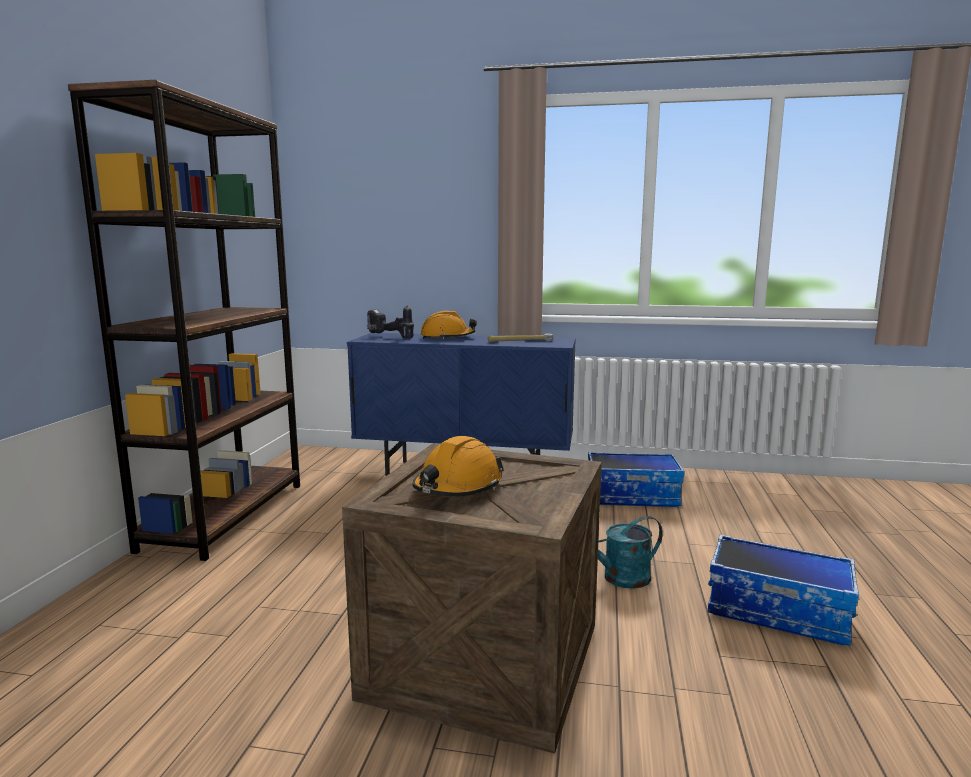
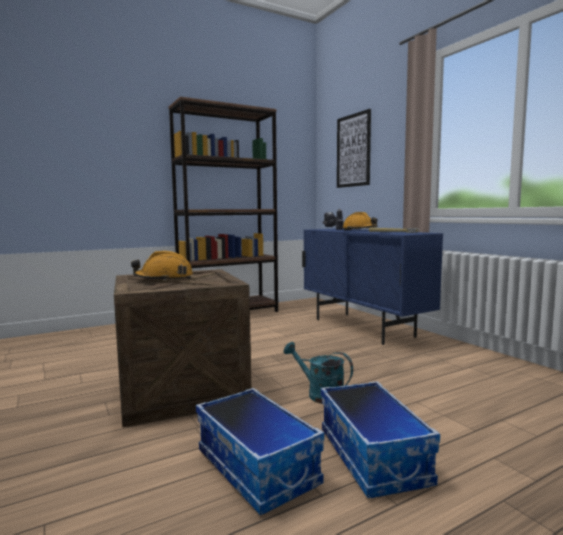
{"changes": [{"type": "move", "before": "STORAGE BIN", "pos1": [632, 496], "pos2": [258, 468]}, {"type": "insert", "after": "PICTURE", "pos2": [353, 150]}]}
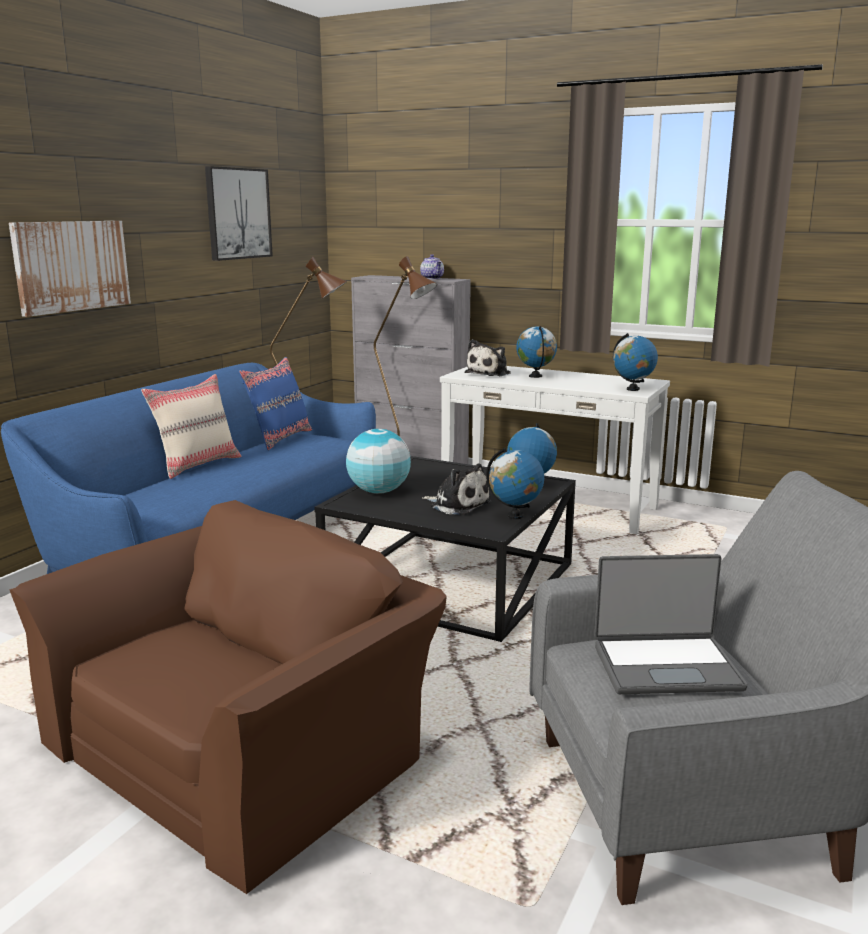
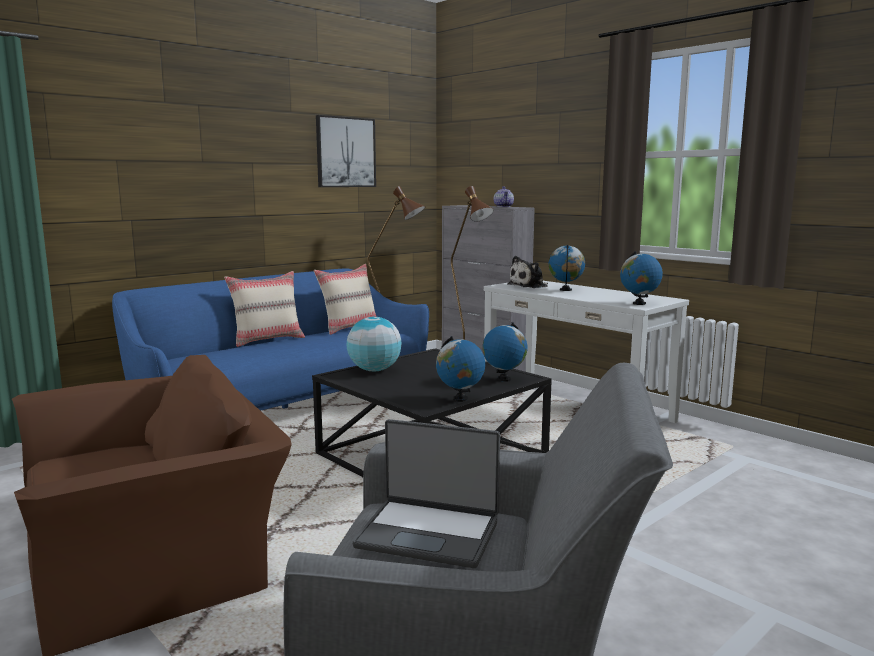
{"changes": [{"type": "recolor", "before": "BLUE-COLOURED CUSHION", "after": "BEIGE-COLOURED CUSHION", "pos1": [280, 438], "pos2": [349, 328]}, {"type": "delete", "before": "PICTURE", "pos1": [71, 266]}, {"type": "delete", "before": "PLUSH TOY", "pos1": [457, 504]}]}
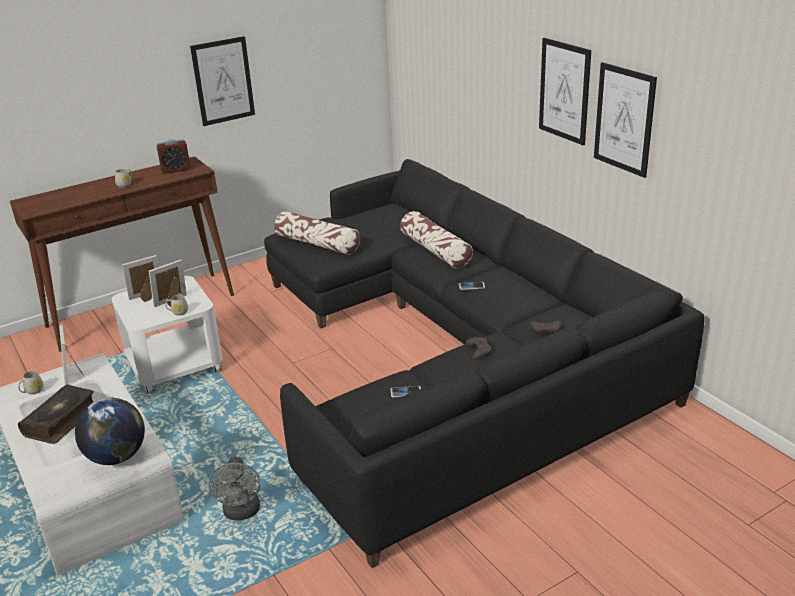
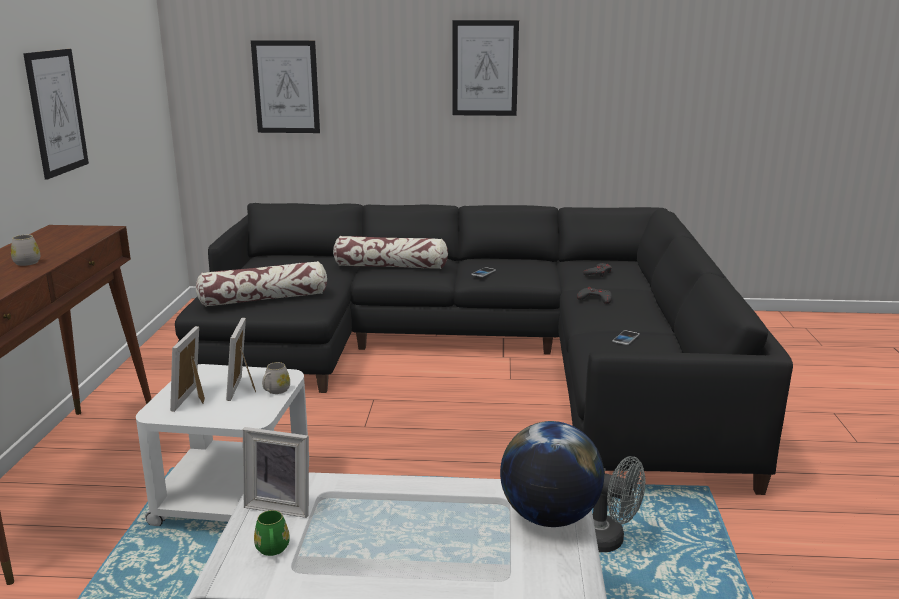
{"changes": [{"type": "move", "before": "PICTURE", "pos1": [624, 119], "pos2": [286, 87]}, {"type": "recolor", "before": "WHITISH COFFEE MUG", "after": "GREEN-COLOURED COFFEE MUG", "pos1": [32, 391], "pos2": [272, 550]}, {"type": "delete", "before": "VOLUME", "pos1": [62, 421]}, {"type": "delete", "before": "ALARM CLOCK", "pos1": [176, 169]}]}
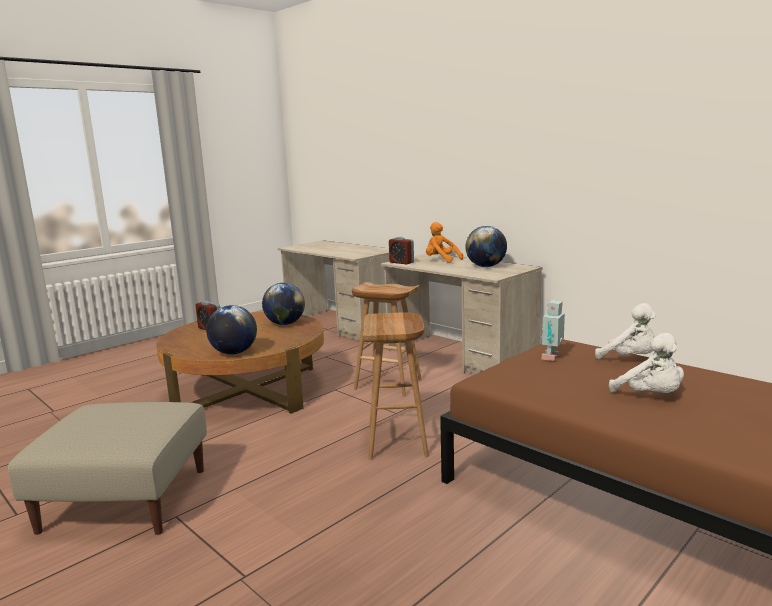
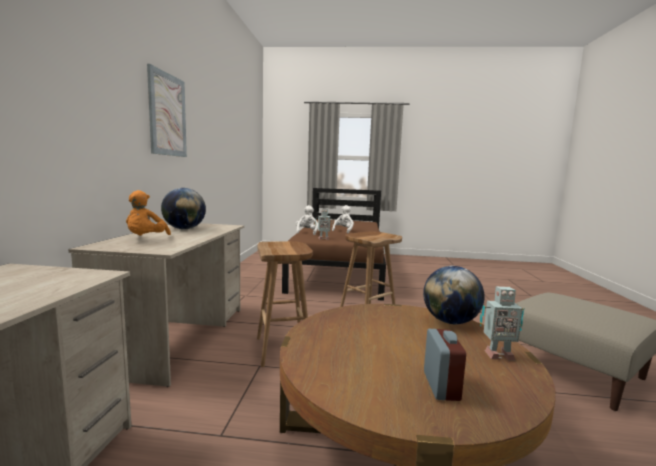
{"changes": [{"type": "insert", "after": "PICTURE", "pos2": [167, 115]}, {"type": "insert", "after": "TOY ROBOT", "pos2": [497, 355]}, {"type": "delete", "before": "GLOBE", "pos1": [285, 324]}, {"type": "delete", "before": "ALARM CLOCK", "pos1": [401, 262]}]}
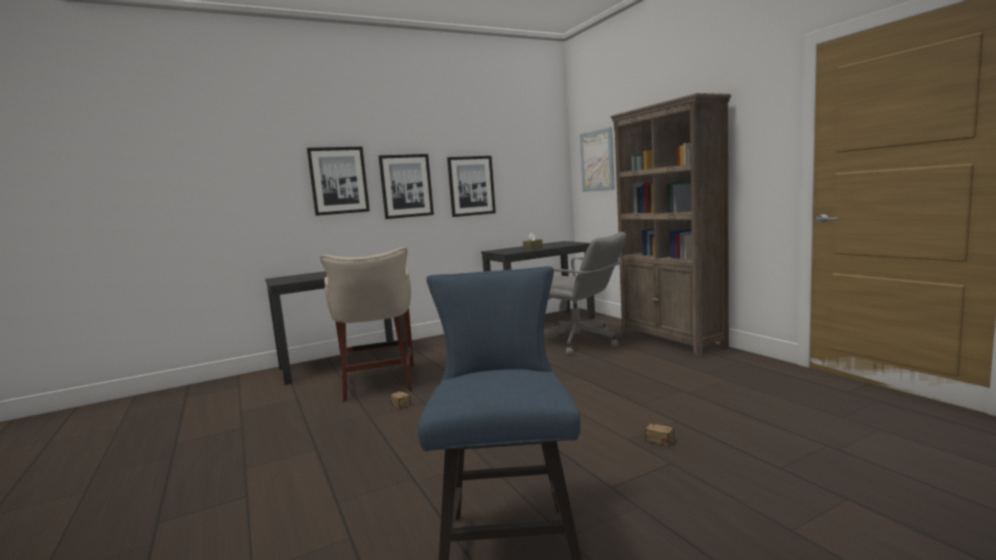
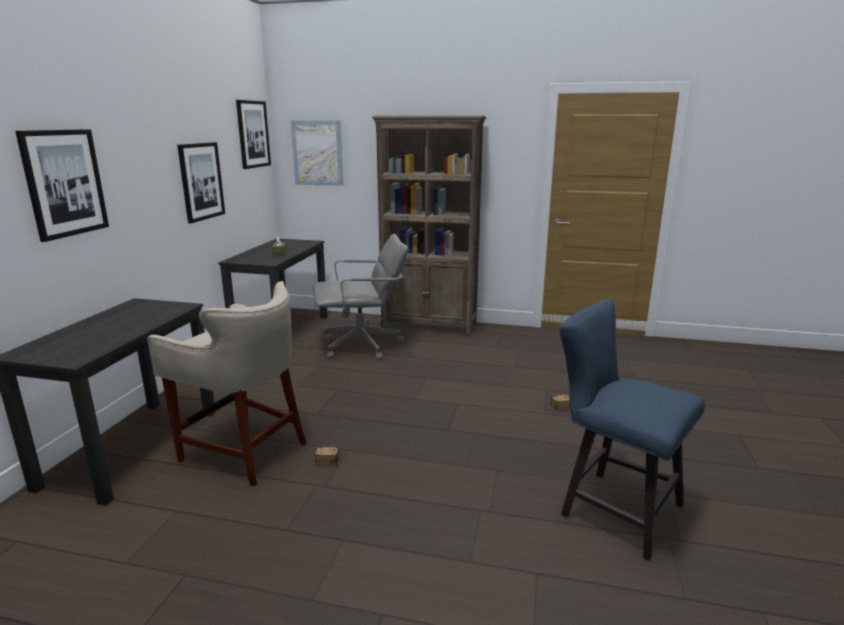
{"changes": [{"type": "move", "before": "PICTURE", "pos1": [406, 186], "pos2": [253, 134]}]}
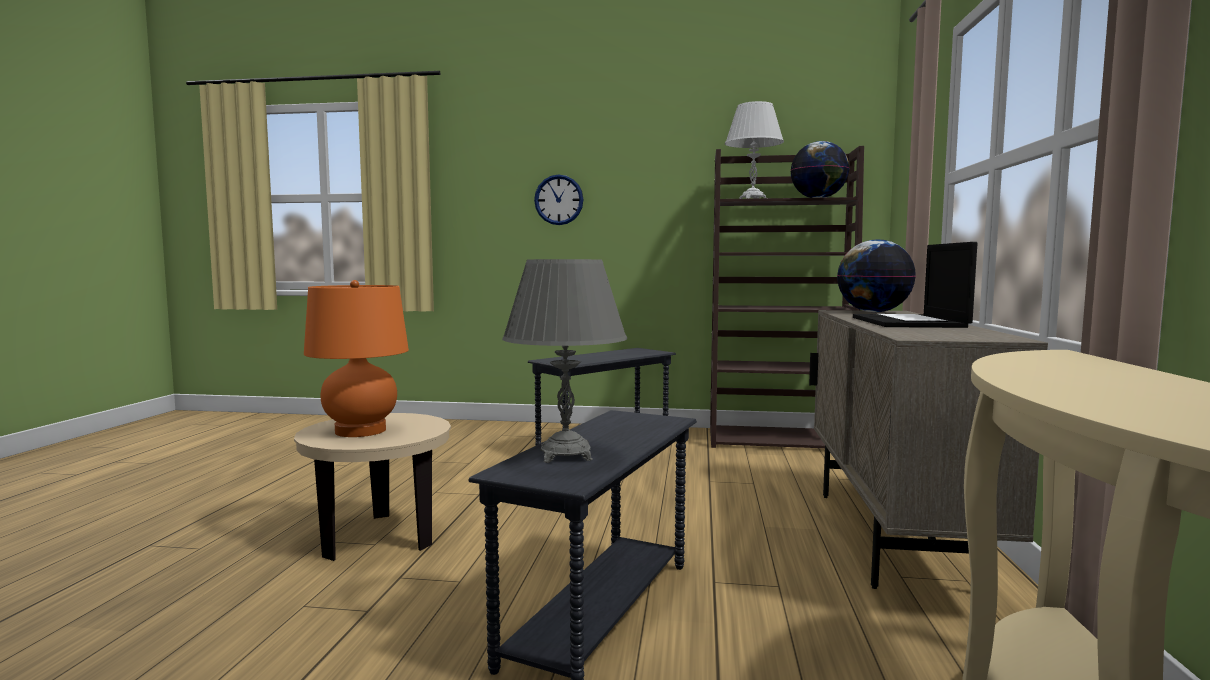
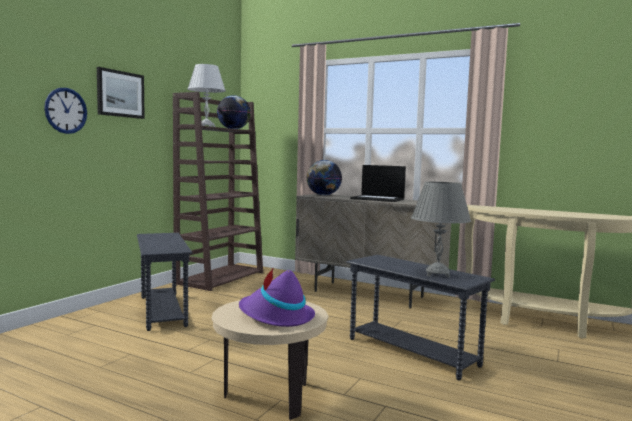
{"changes": [{"type": "insert", "after": "PICTURE", "pos2": [120, 94]}, {"type": "replace", "before": "ORANGEY LAMP FOR A TABLE", "after": "PURPLE-COLOURED CLOTHING HAT", "pos1": [360, 431], "pos2": [275, 316]}]}
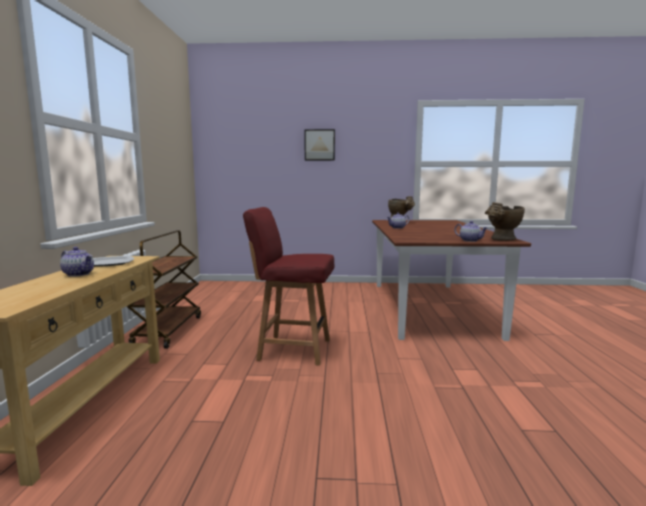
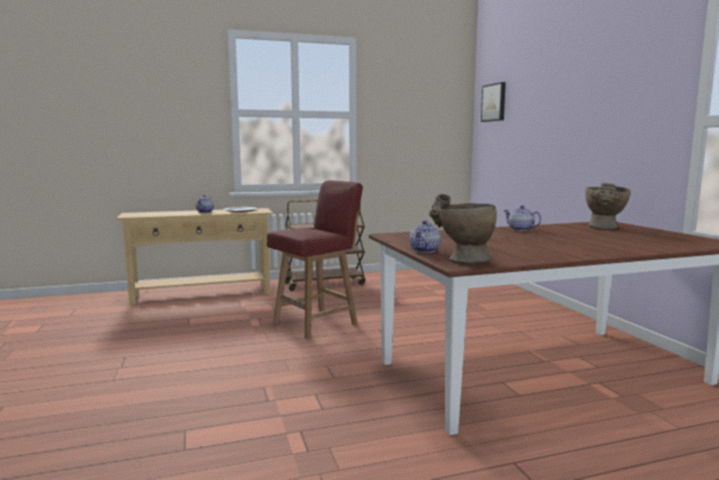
{"changes": [{"type": "rotate", "before": "RED-COLOURED CHAIR", "pos1": [292, 349], "pos2": [317, 323], "turn": 60}, {"type": "move", "before": "PICTURE", "pos1": [319, 145], "pos2": [494, 102]}]}
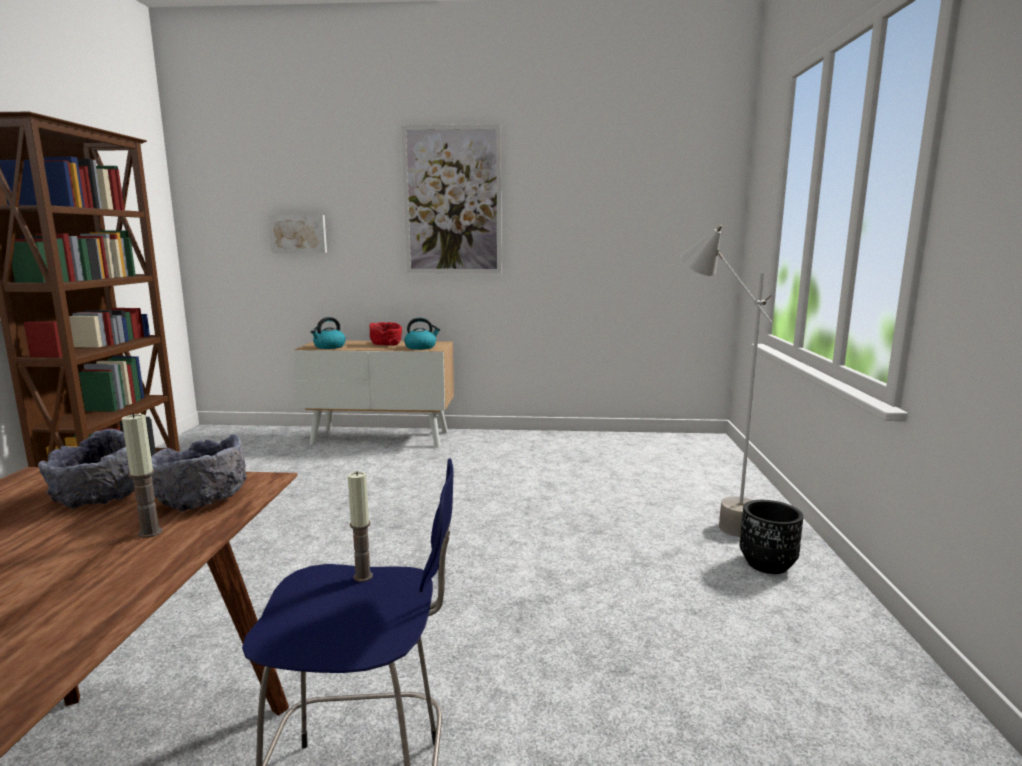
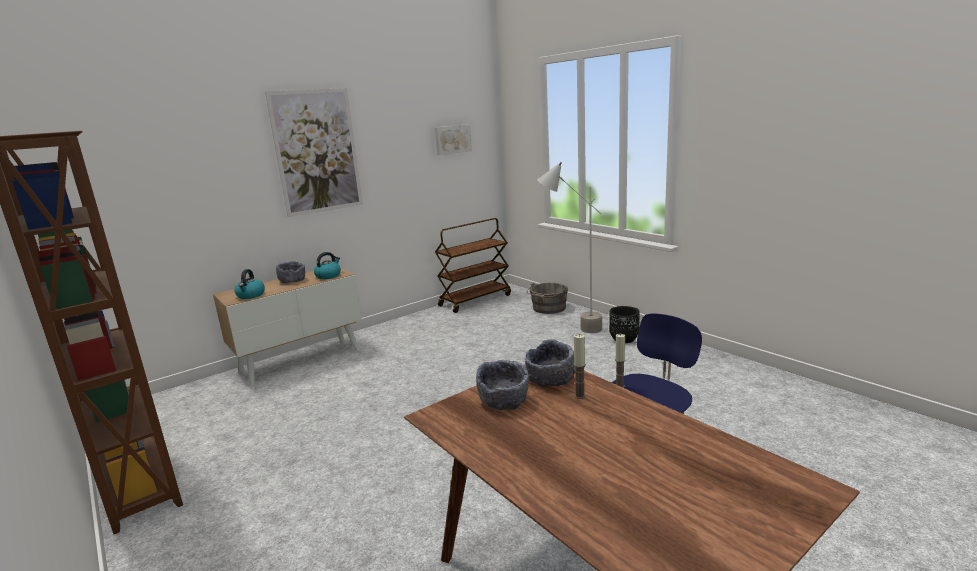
{"changes": [{"type": "recolor", "before": "RED-COLOURED DEEP DISH", "after": "GRAY DEEP DISH", "pos1": [386, 344], "pos2": [292, 281]}, {"type": "move", "before": "PICTURE", "pos1": [299, 233], "pos2": [452, 139]}, {"type": "insert", "after": "BROWN-COLOURED WHEELED CART", "pos2": [475, 300]}, {"type": "insert", "after": "GRAY PAIL", "pos2": [548, 308]}]}
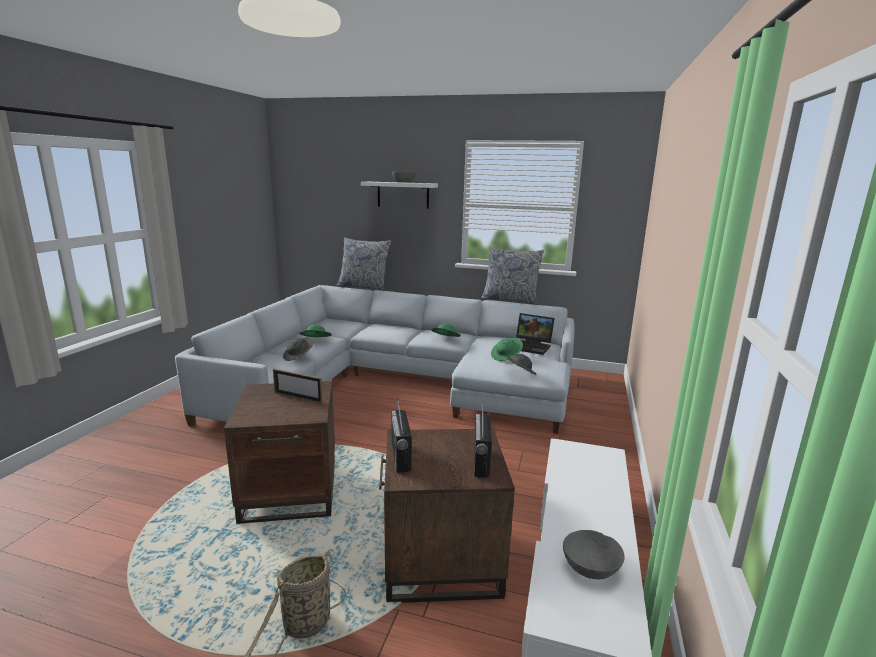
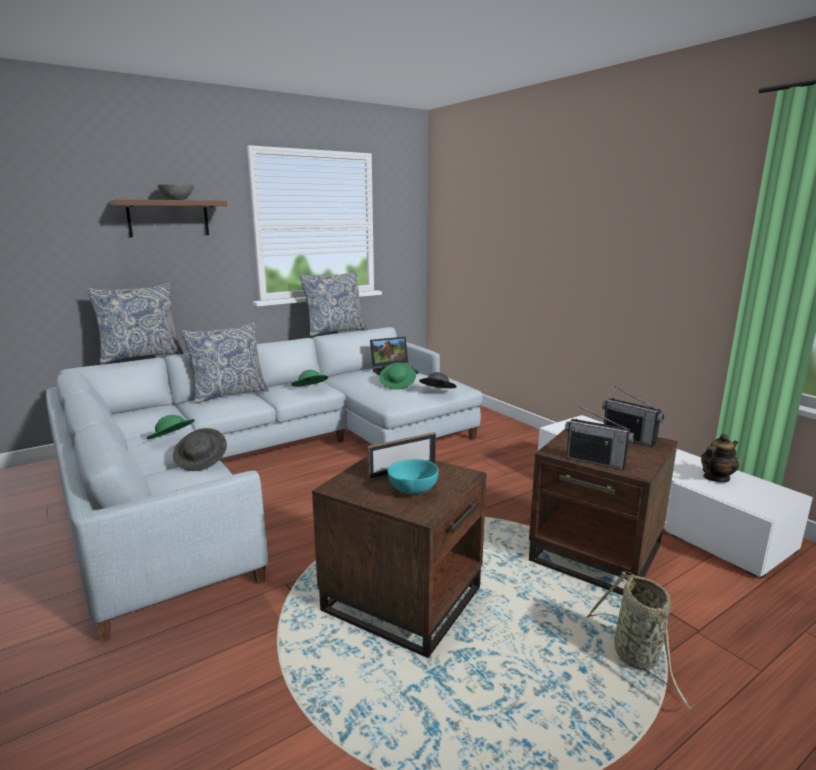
{"changes": [{"type": "recolor", "before": "WHITISH WALL SHELF", "after": "BROWN-COLOURED WALL SHELF", "pos1": [403, 195], "pos2": [168, 218]}, {"type": "insert", "after": "CUSHION", "pos2": [229, 394]}, {"type": "insert", "after": "TURQUOISE-COLOURED DEEP DISH", "pos2": [412, 491]}, {"type": "replace", "before": "GRAY DEEP DISH", "after": "TEA POT", "pos1": [590, 568], "pos2": [715, 478]}]}
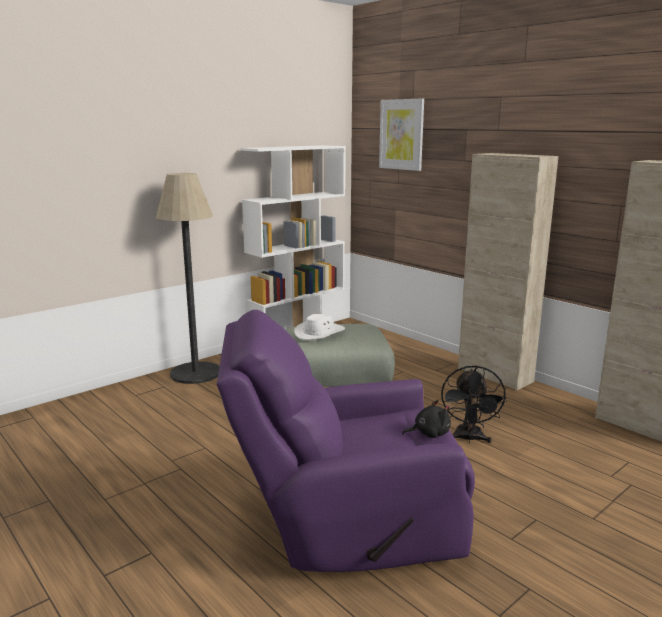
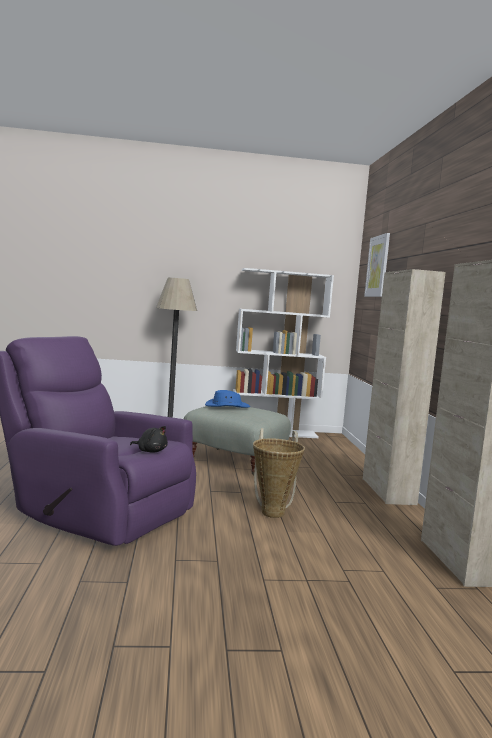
{"changes": [{"type": "recolor", "before": "WHITISH CLOTHING HAT", "after": "BLUE-COLOURED CLOTHING HAT", "pos1": [319, 333], "pos2": [227, 406]}, {"type": "replace", "before": "BLACK FAN", "after": "STORAGE BASKET", "pos1": [469, 439], "pos2": [273, 511]}]}
